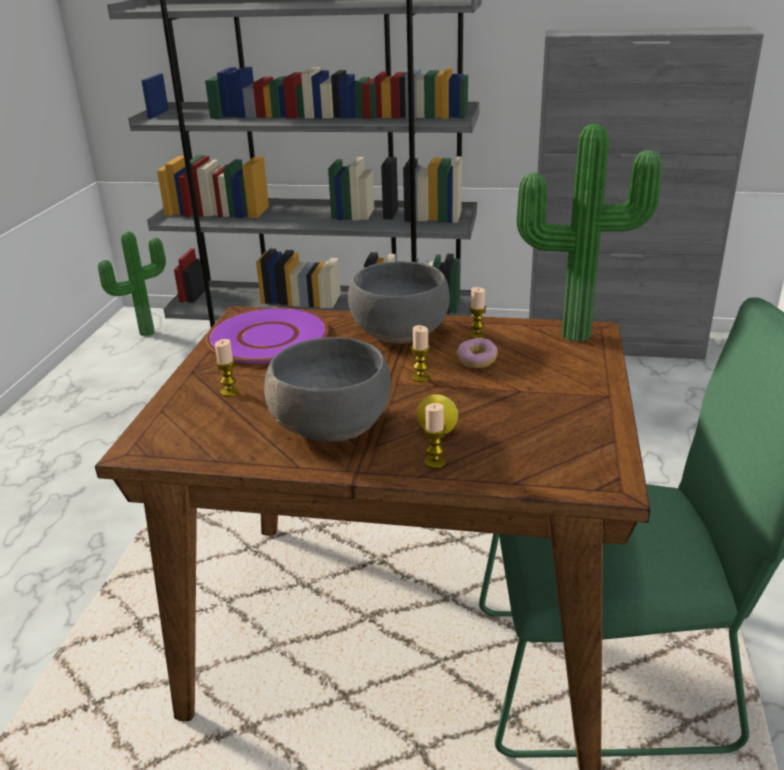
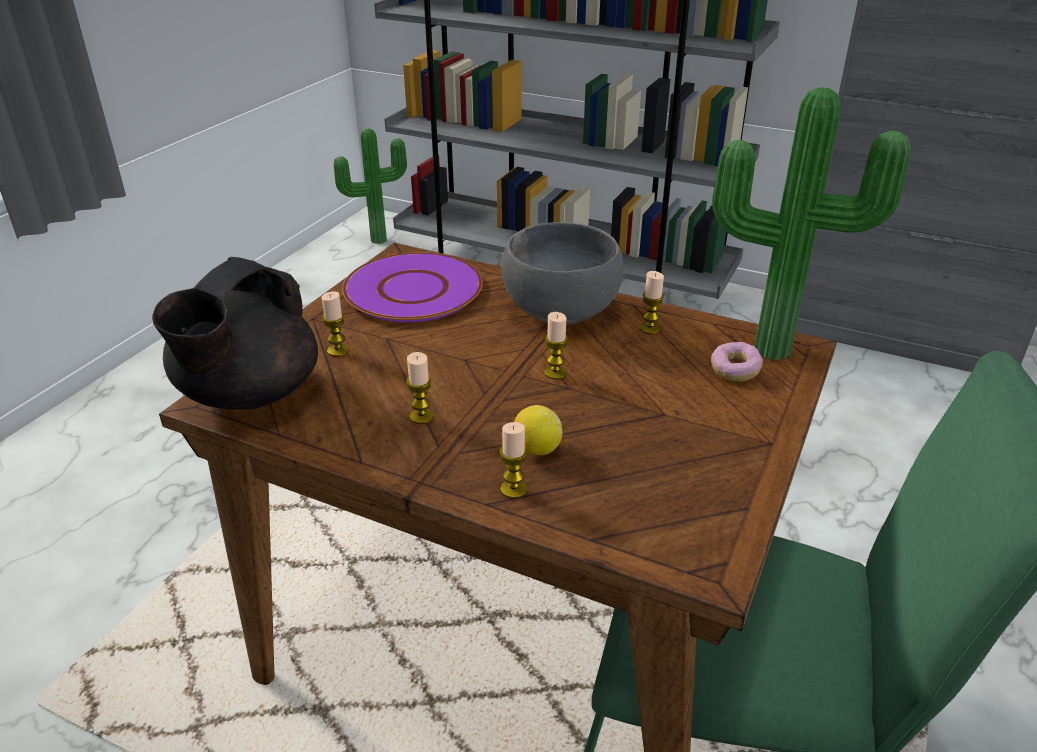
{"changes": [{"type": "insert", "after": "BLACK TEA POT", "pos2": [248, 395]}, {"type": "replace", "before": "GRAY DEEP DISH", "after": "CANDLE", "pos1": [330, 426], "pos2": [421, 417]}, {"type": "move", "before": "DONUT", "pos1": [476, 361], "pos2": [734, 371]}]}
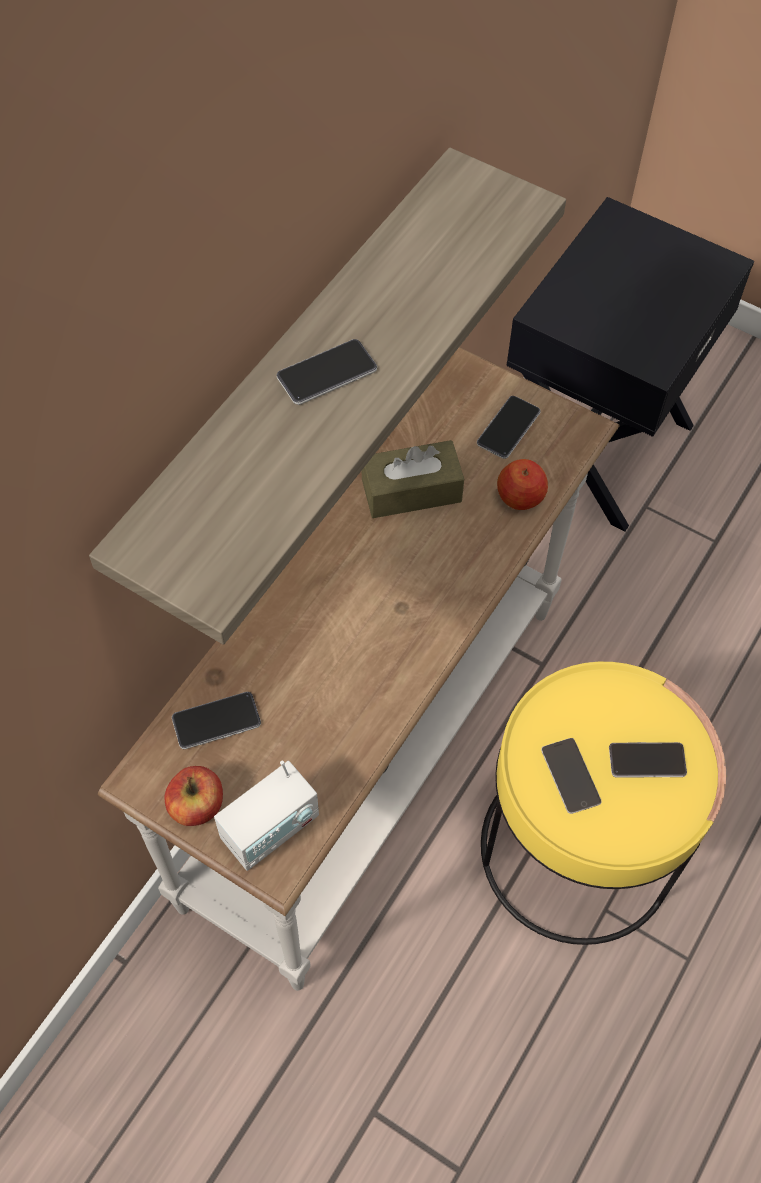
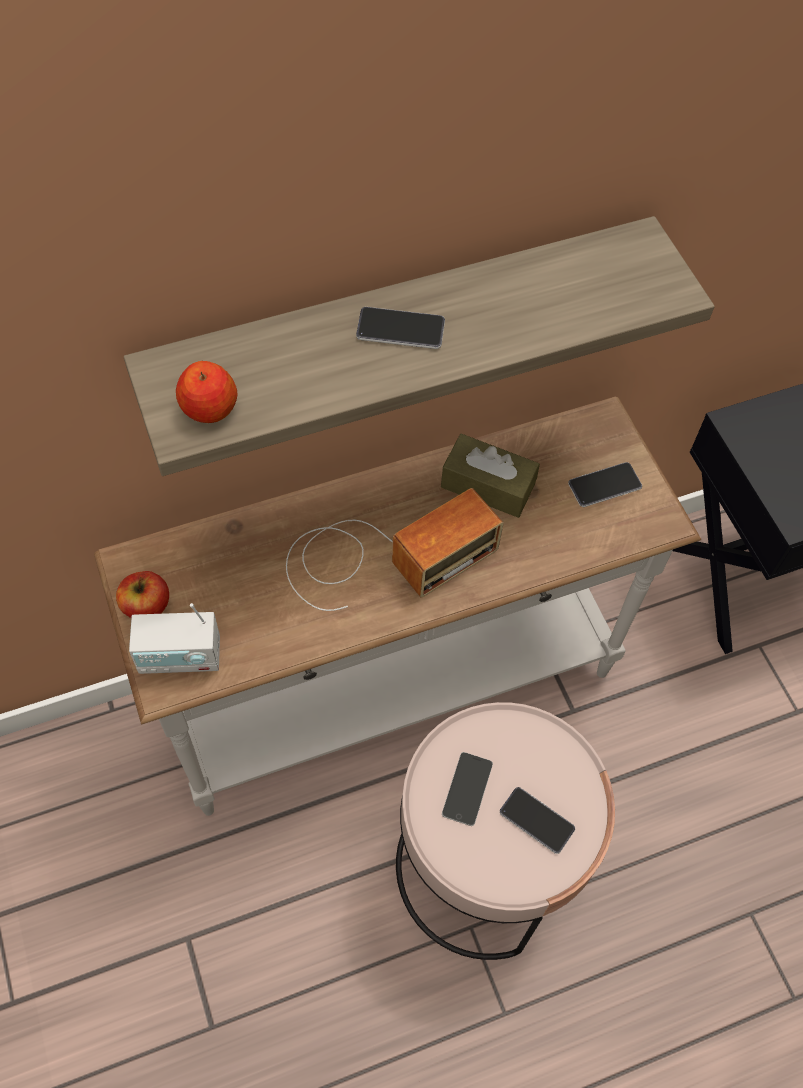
{"changes": [{"type": "move", "before": "APPLE", "pos1": [521, 497], "pos2": [209, 408]}, {"type": "insert", "after": "RADIO", "pos2": [382, 557]}, {"type": "recolor", "before": "YELLOW ACCENT TABLE", "after": "PINKISH ACCENT TABLE", "pos1": [575, 848], "pos2": [485, 865]}, {"type": "delete", "before": "HANDSET", "pos1": [216, 721]}]}
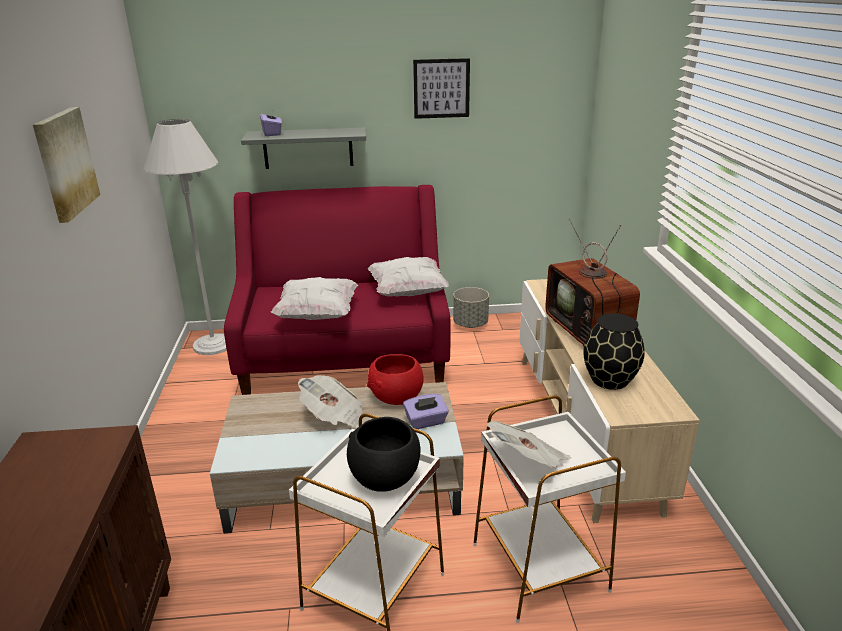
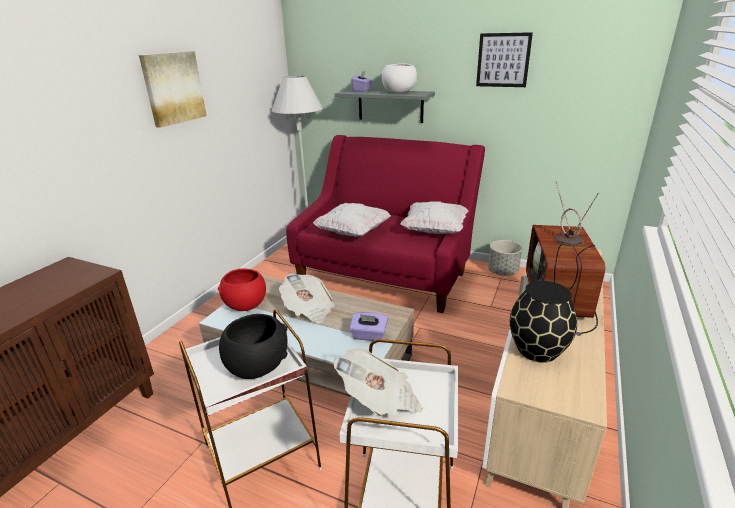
{"changes": [{"type": "move", "before": "RED-COLOURED DEEP DISH", "pos1": [395, 397], "pos2": [244, 304]}, {"type": "insert", "after": "WHITISH DEEP DISH", "pos2": [398, 92]}]}
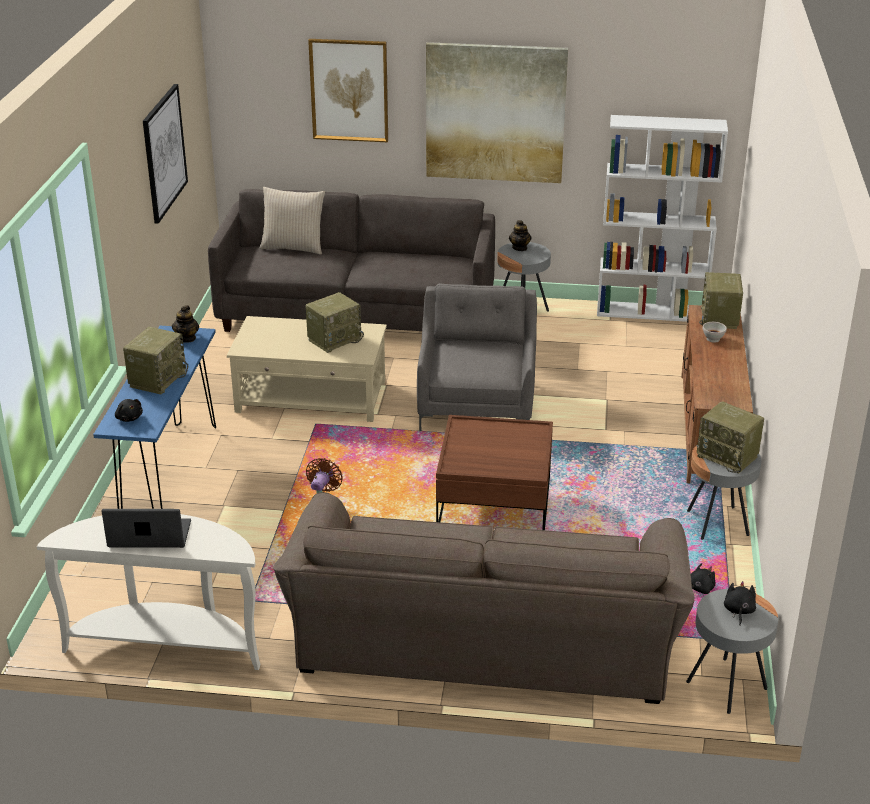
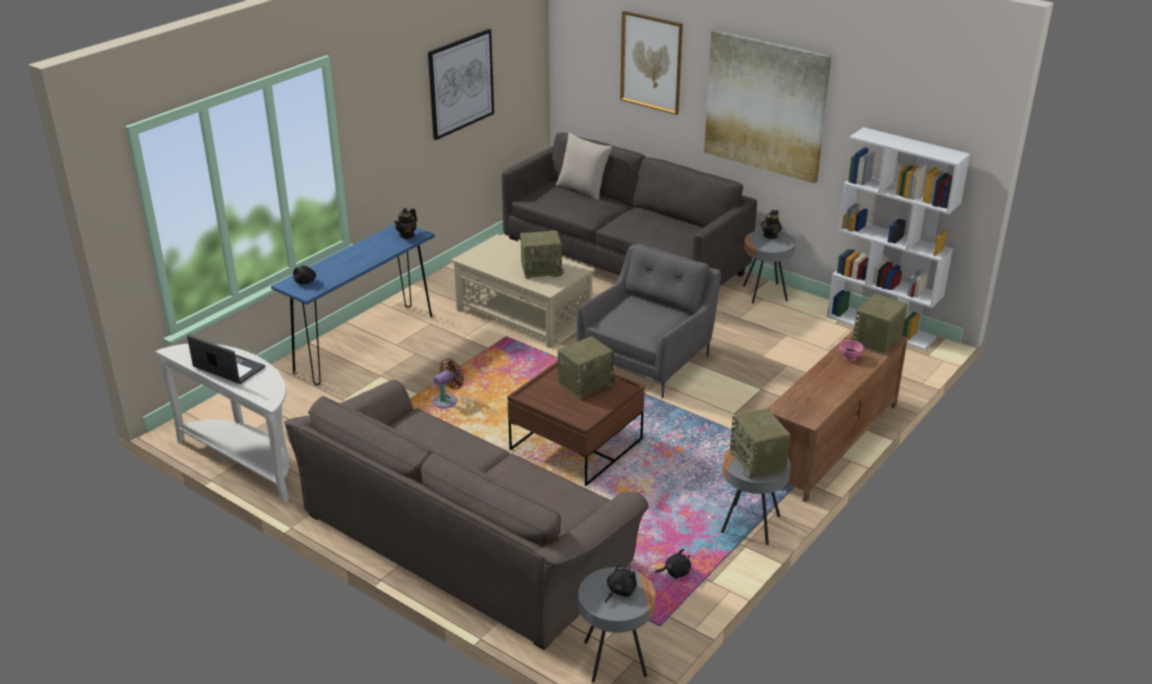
{"changes": [{"type": "move", "before": "RADIO", "pos1": [157, 379], "pos2": [585, 384]}, {"type": "recolor", "before": "WHITISH DEEP DISH", "after": "PINKISH DEEP DISH", "pos1": [713, 339], "pos2": [849, 357]}]}
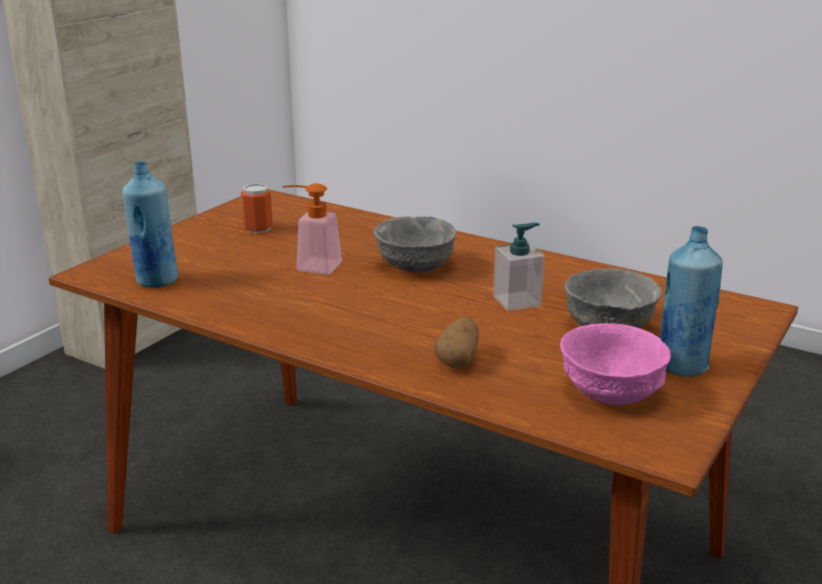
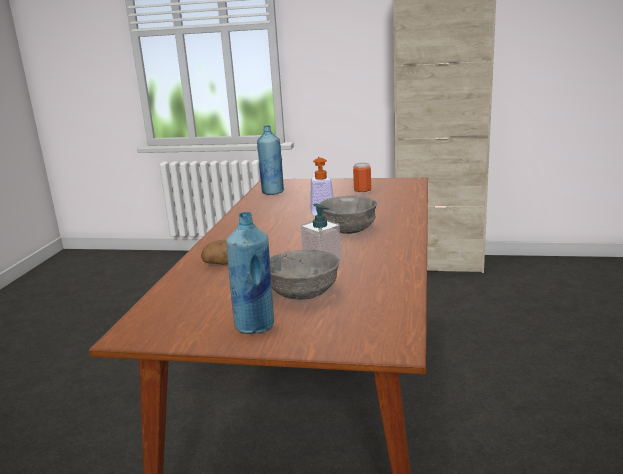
{"changes": [{"type": "delete", "before": "PINKISH DEEP DISH", "pos1": [612, 391]}]}
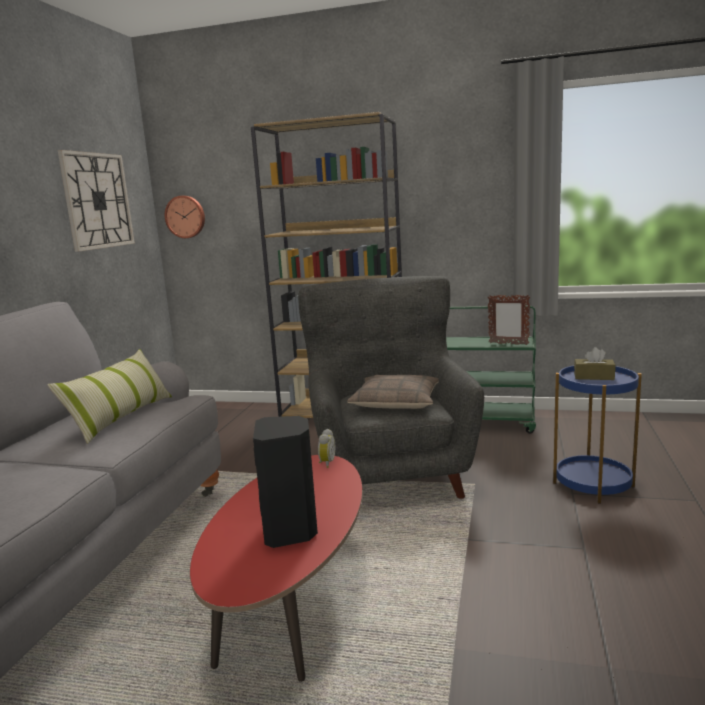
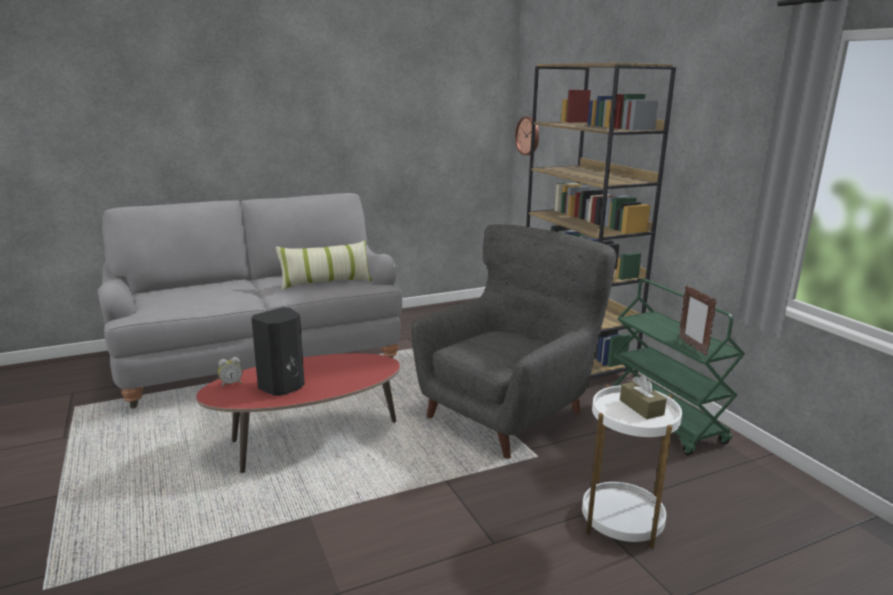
{"changes": [{"type": "move", "before": "ALARM CLOCK", "pos1": [326, 463], "pos2": [231, 383]}, {"type": "recolor", "before": "BLUE-COLOURED ACCENT TABLE", "after": "WHITISH ACCENT TABLE", "pos1": [593, 484], "pos2": [622, 521]}, {"type": "delete", "before": "CLOCK ON THE WALL", "pos1": [97, 201]}, {"type": "delete", "before": "CUSHION", "pos1": [396, 401]}]}
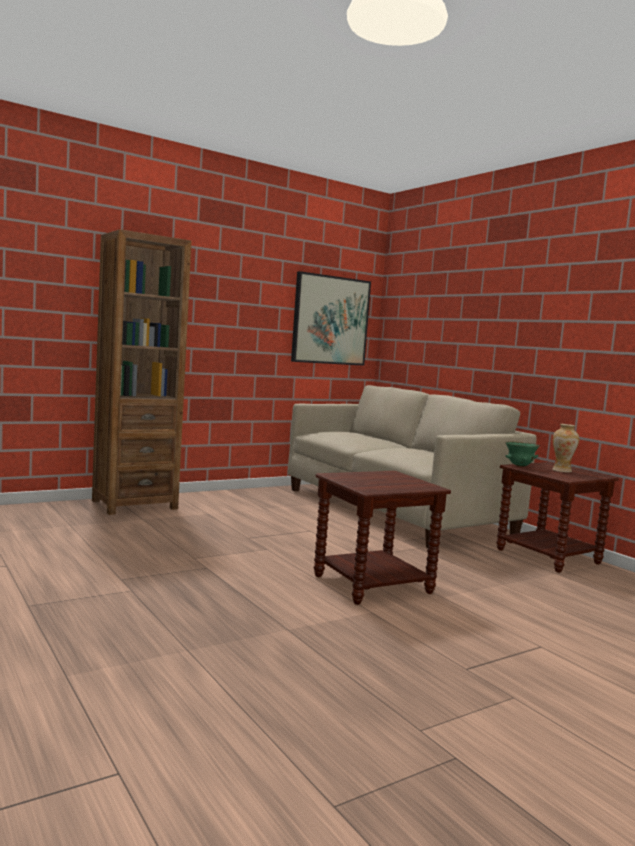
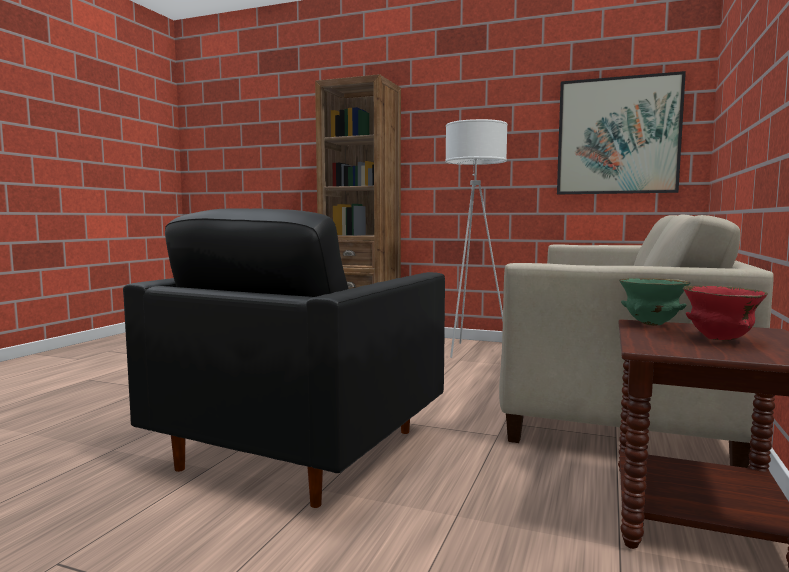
{"changes": [{"type": "replace", "before": "BROWN-COLOURED ACCENT TABLE", "after": "BLACK LOUNGE CHAIR", "pos1": [372, 585], "pos2": [302, 448]}, {"type": "insert", "after": "WHITISH FLOOR LAMP", "pos2": [472, 351]}, {"type": "replace", "before": "VASE", "after": "RED-COLOURED DEEP DISH", "pos1": [561, 471], "pos2": [720, 340]}]}
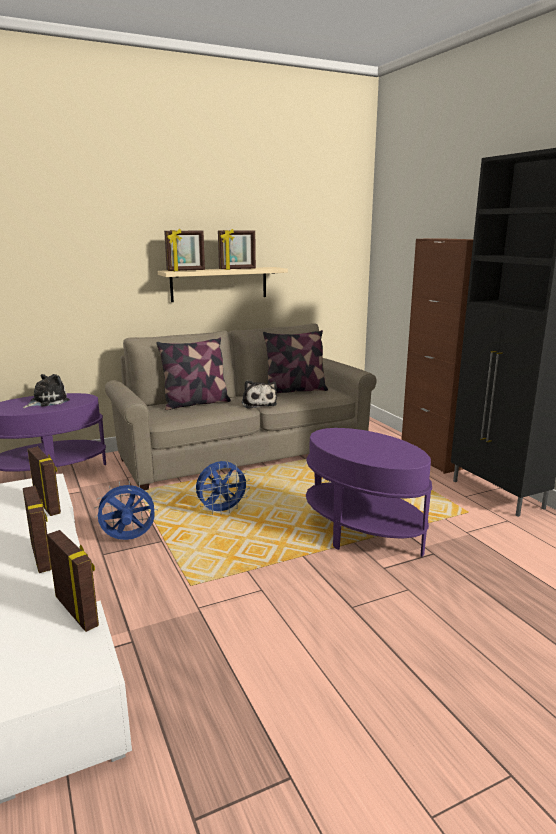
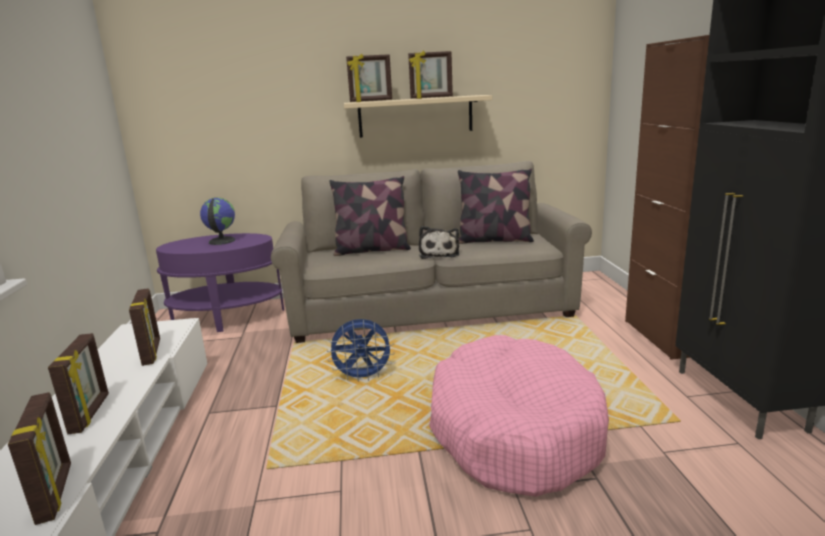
{"changes": [{"type": "replace", "before": "PLUSH TOY", "after": "GLOBE", "pos1": [47, 401], "pos2": [221, 241]}, {"type": "replace", "before": "PURPLE-COLOURED ACCENT TABLE", "after": "PINKISH DOG CUSHION", "pos1": [362, 533], "pos2": [513, 430]}, {"type": "delete", "before": "BLUE-COLOURED FAN", "pos1": [128, 540]}]}
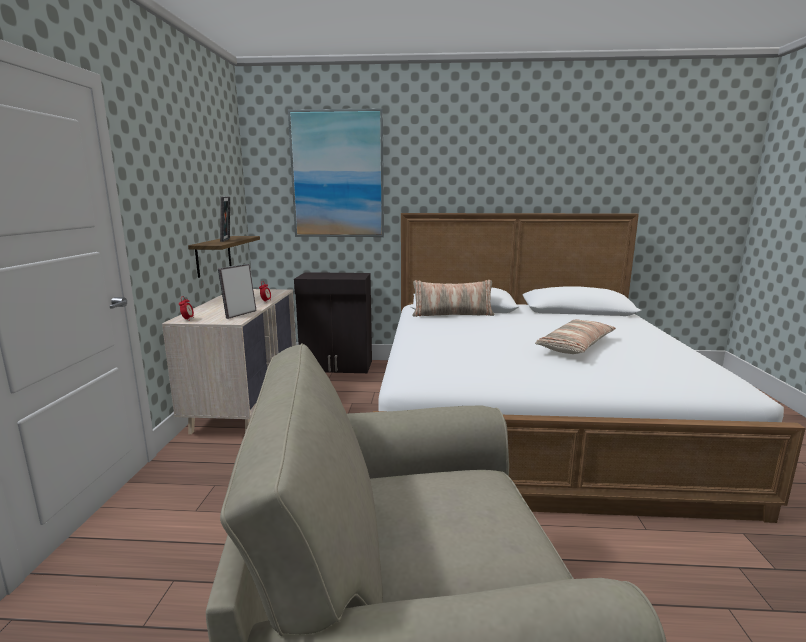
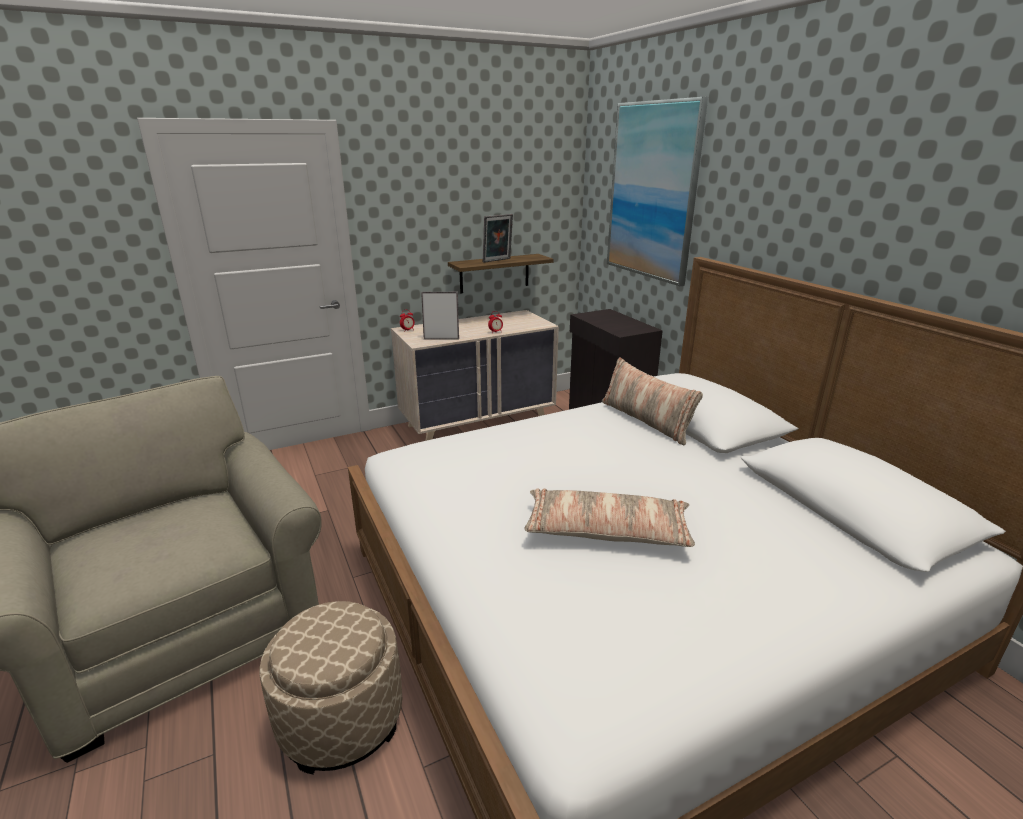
{"changes": [{"type": "insert", "after": "BEIGE-COLOURED POUFFE", "pos2": [341, 719]}]}
